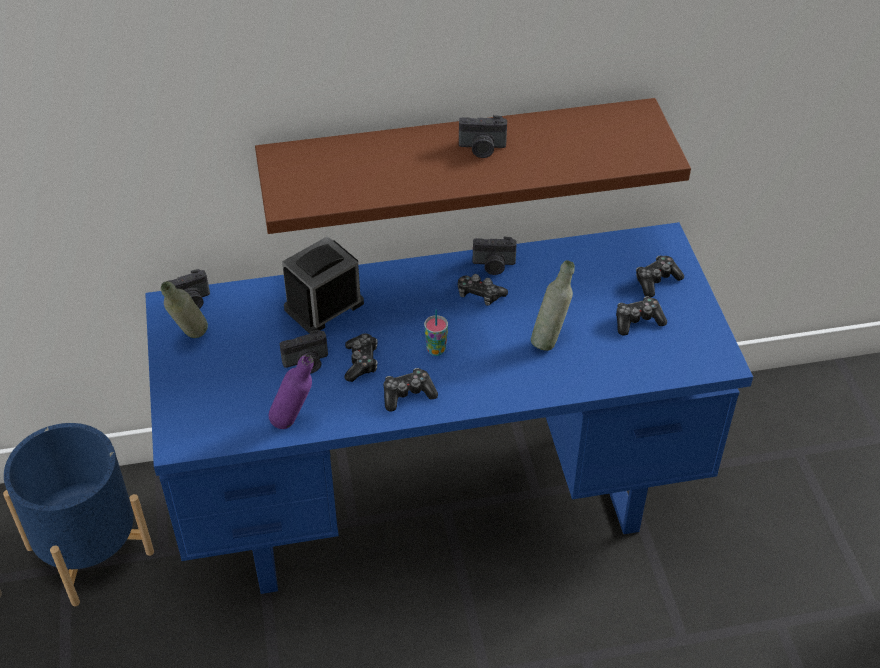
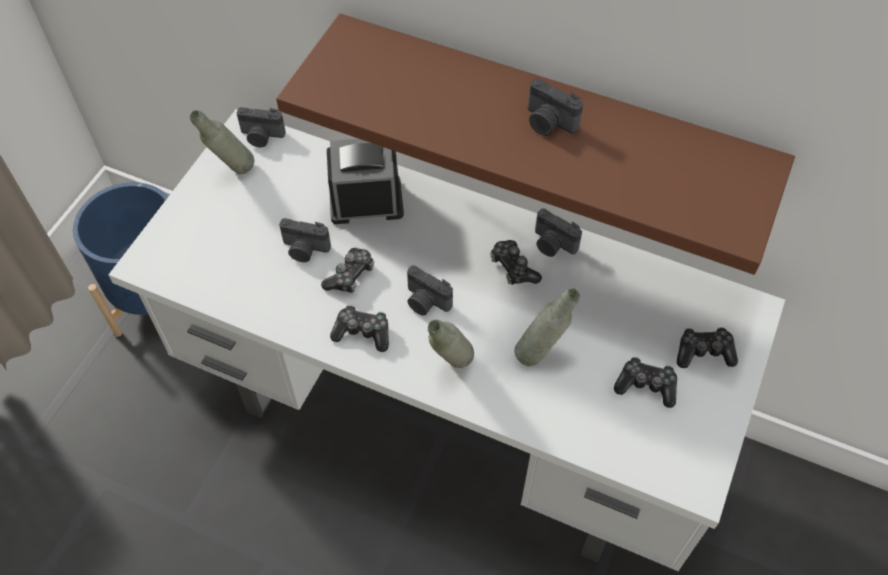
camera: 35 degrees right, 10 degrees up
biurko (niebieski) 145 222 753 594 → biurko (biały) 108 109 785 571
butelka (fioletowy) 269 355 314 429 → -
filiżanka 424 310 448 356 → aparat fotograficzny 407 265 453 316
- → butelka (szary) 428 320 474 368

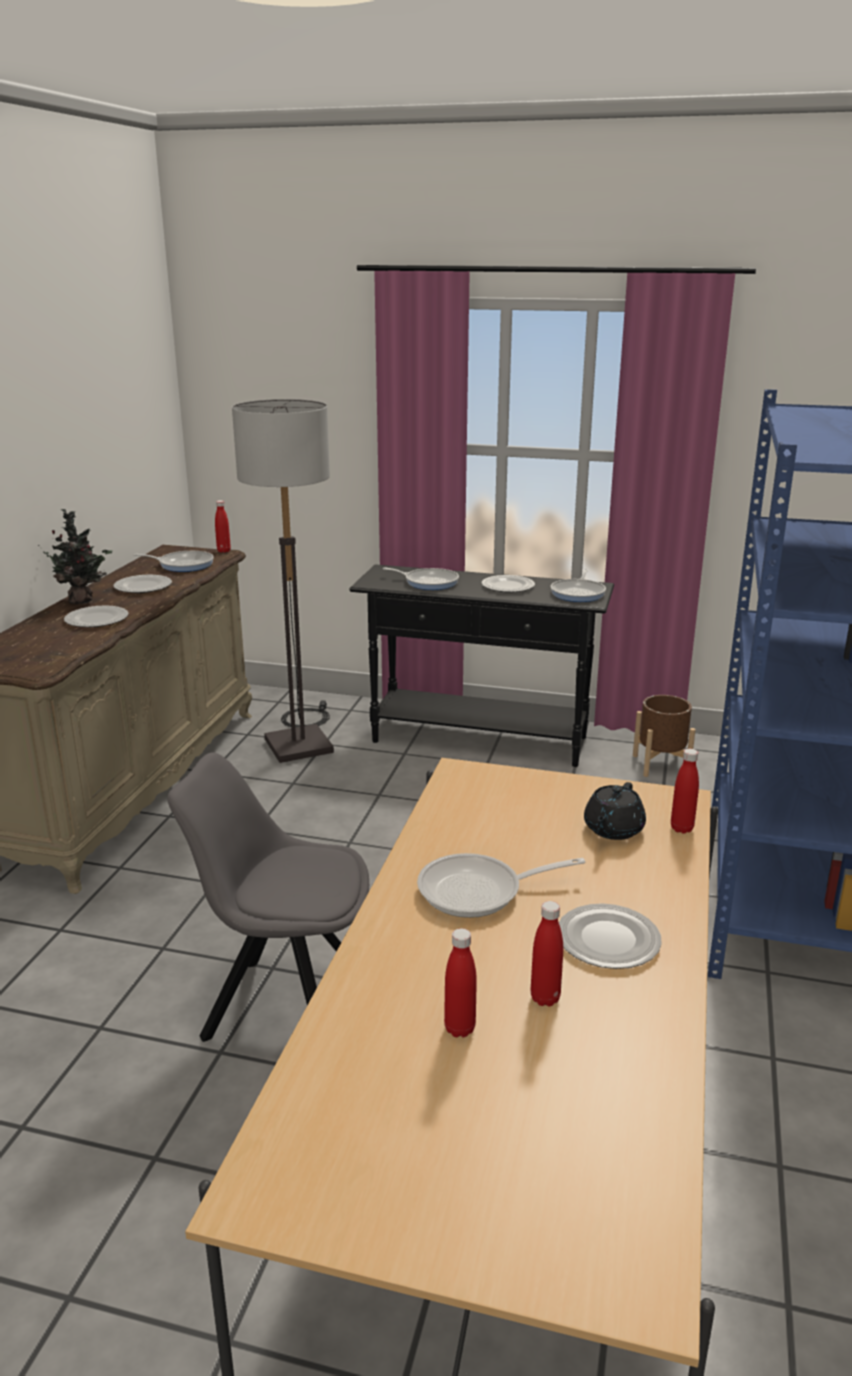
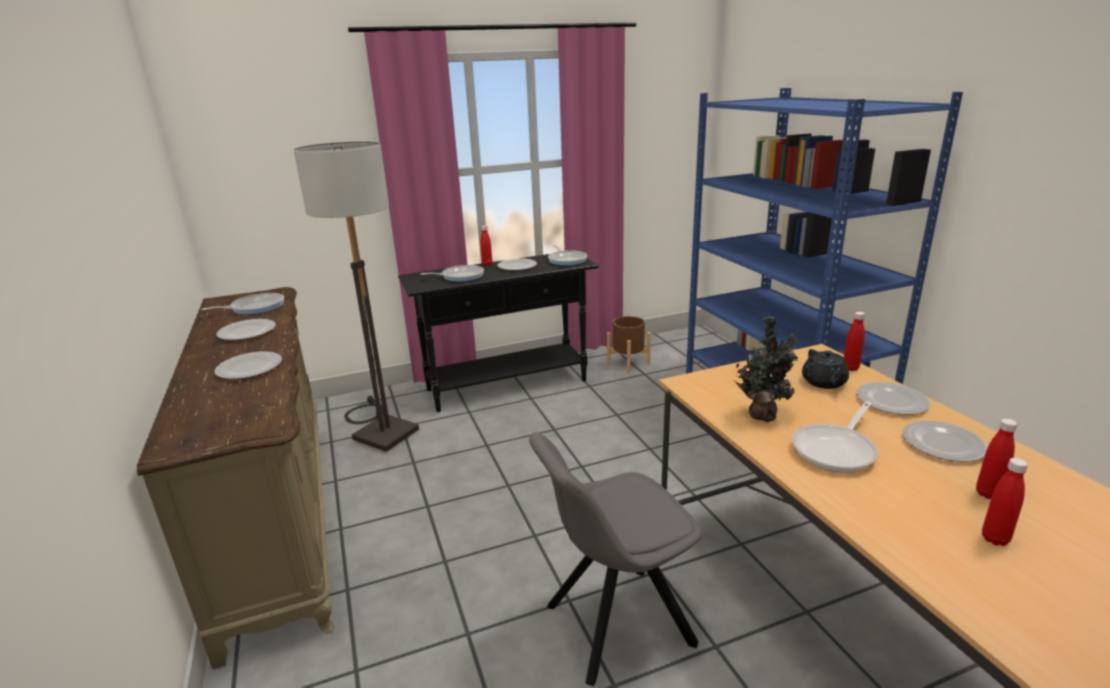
camera: 35 degrees left, 0 degrees up
roślina doniczkowa 38 509 112 604 → roślina doniczkowa 733 316 798 422, relocated
butelka (czerwony) 215 500 231 553 → butelka (czerwony) 481 226 492 266, relocated
- → talerz 856 382 930 415

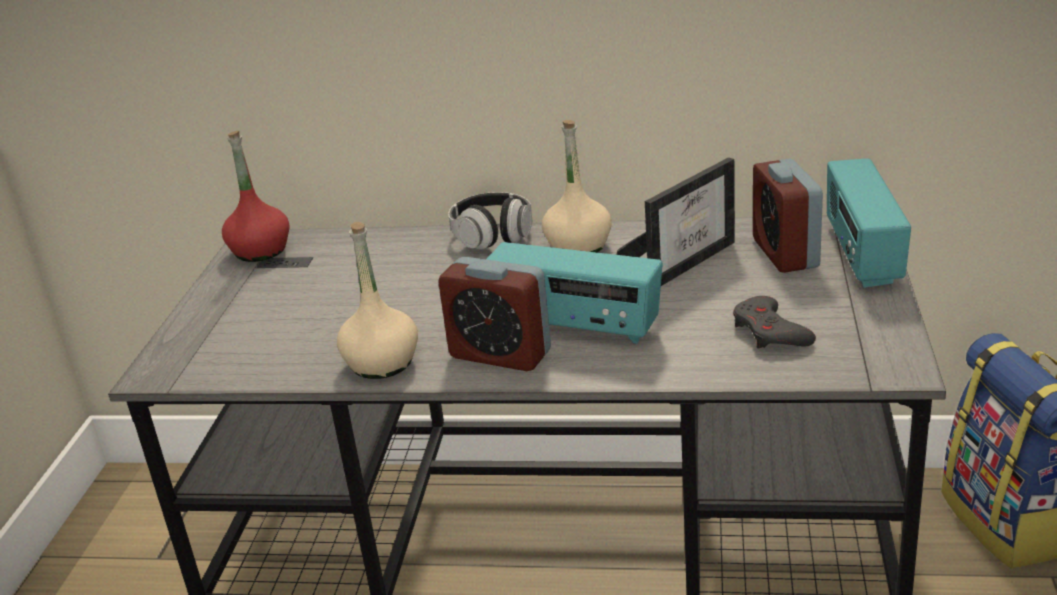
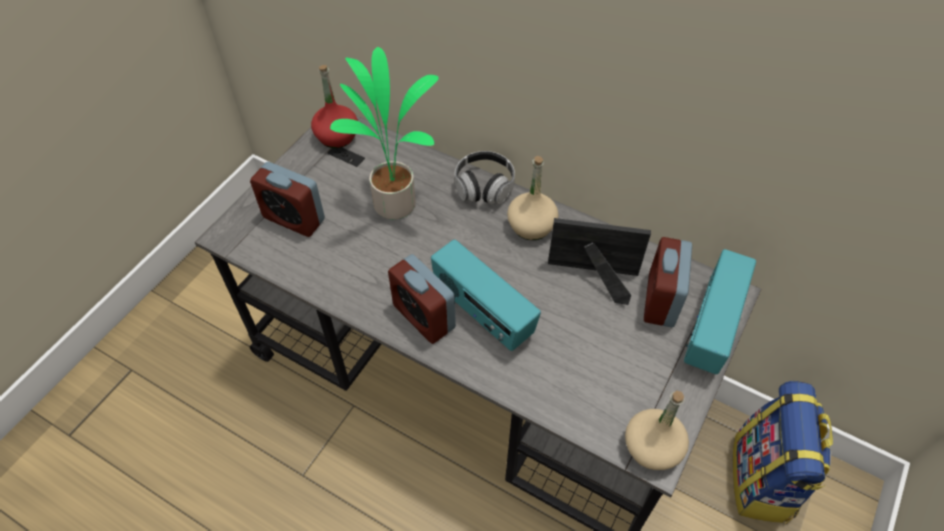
camera: 20 degrees right, 25 degrees up
butelka (beżowy) 337 222 418 379 → butelka (beżowy) 625 391 689 470, relocated
ramka na zdjęcie 617 157 735 286 → ramka na zdjęcie 548 218 651 305, 150 degrees counterclockwise
pad do gier (szary) 733 296 816 349 → -
- → budzik 250 162 325 237
- → roślina doniczkowa 330 47 439 220

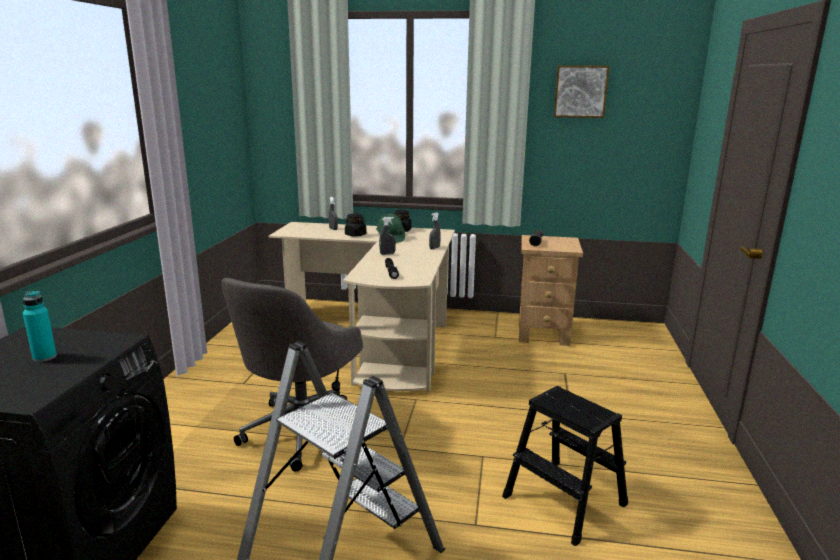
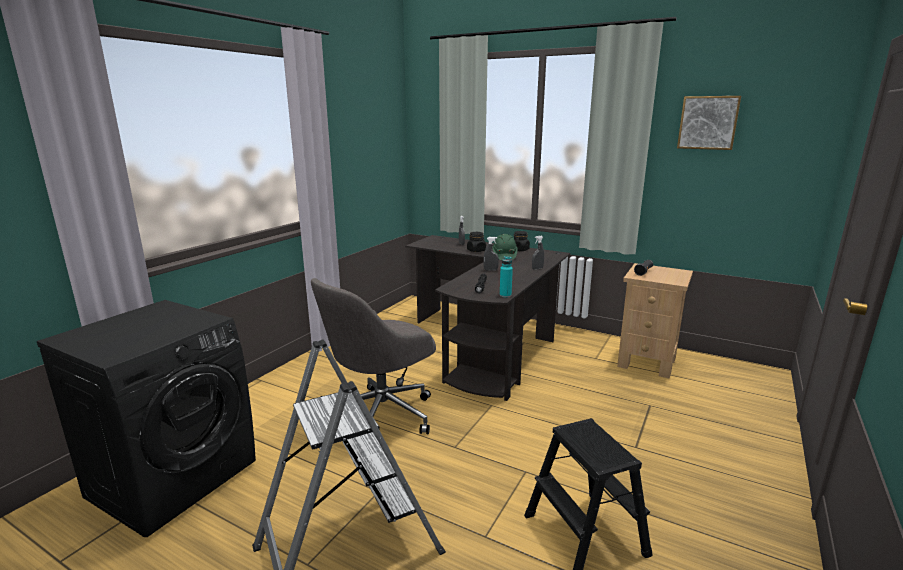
camera: 20 degrees right, 0 degrees up
butelka (turkusowy) 23 291 57 362 → butelka (turkusowy) 500 256 513 297, relocated
biurko (beżowy) 269 222 455 393 → biurko (czarny) 405 235 570 401

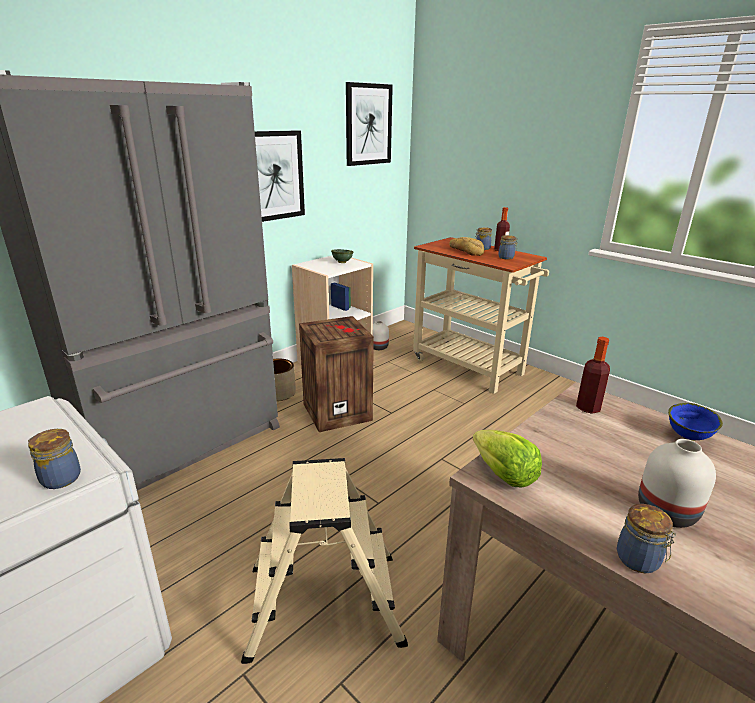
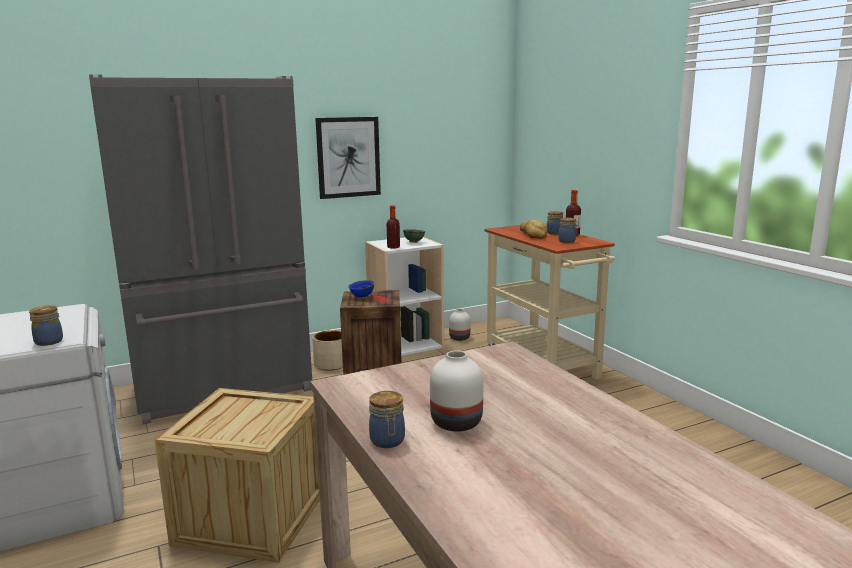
camera: 20 degrees right, 10 degrees down
drabinka (beżowy) 241 458 408 664 → skrzynka 154 388 320 563
obraz 346 82 393 166 → -
sałata 473 430 542 487 → -
butelka 576 337 610 414 → butelka 387 205 400 249, relocated
miska (niebieski) 668 403 723 441 → miska (niebieski) 348 280 374 299, relocated

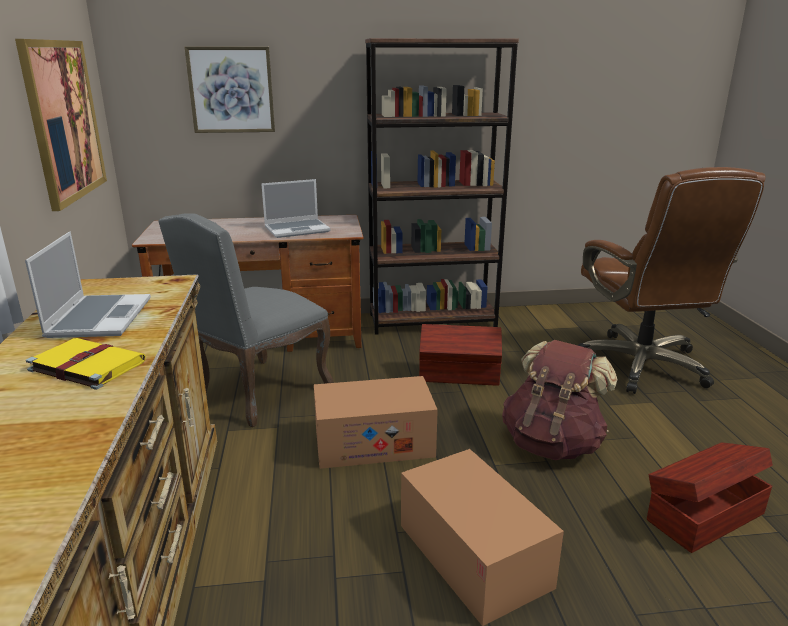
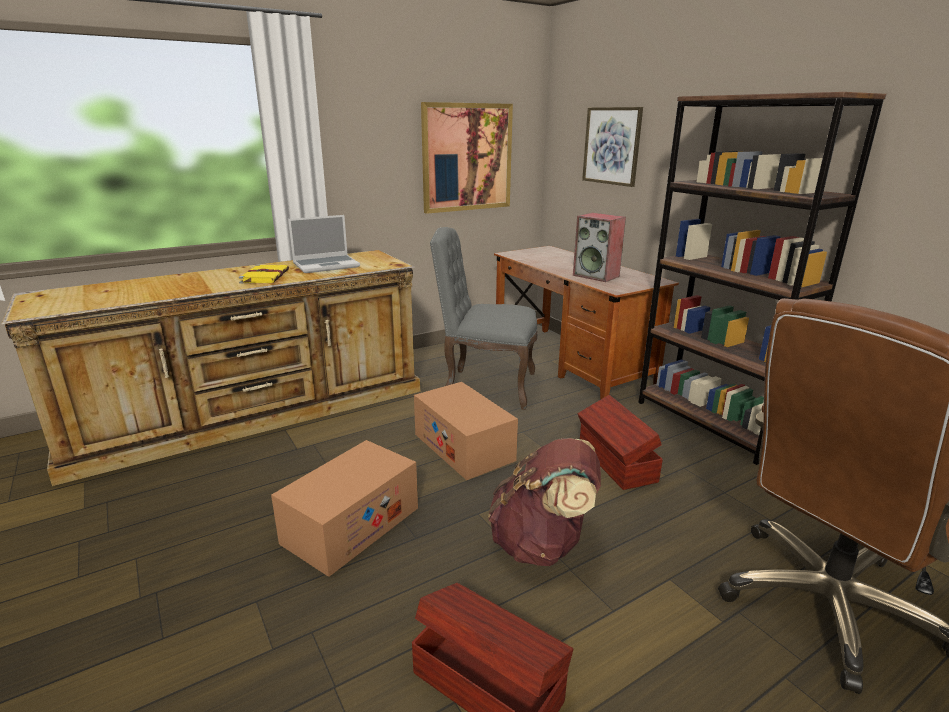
camera: 65 degrees right, 0 degrees up
laptop 261 179 330 238 → głośnik 573 213 626 282

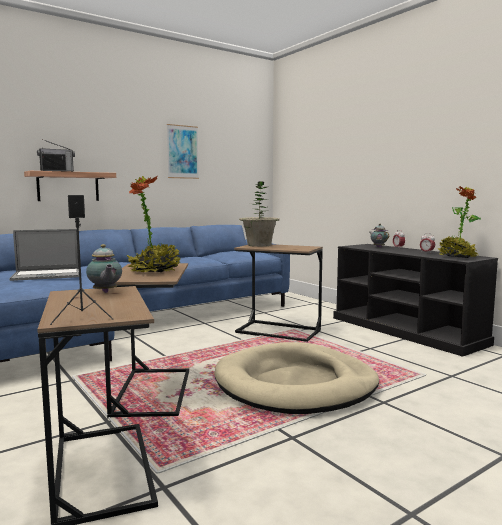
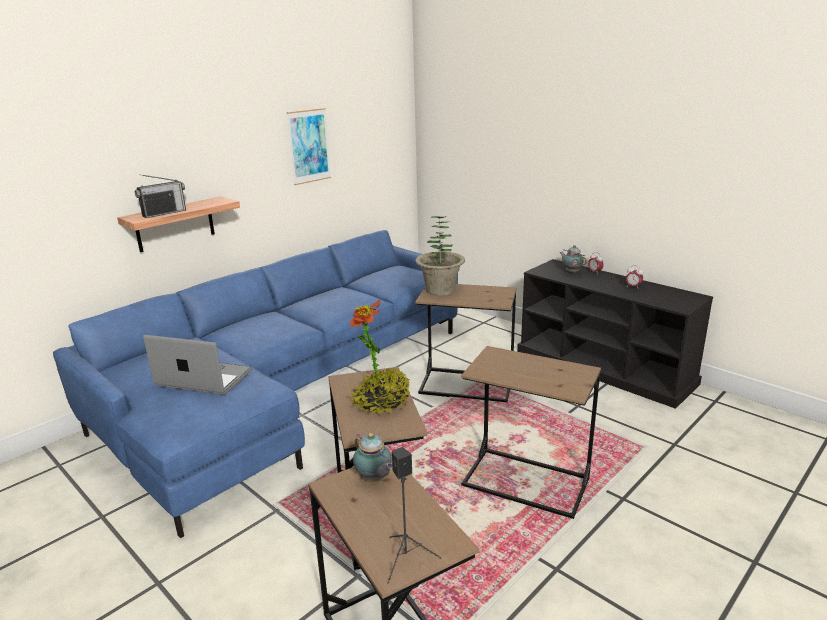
camera: 10 degrees left, 15 degrees up
laptop 9 229 79 281 → laptop 143 335 252 395, 135 degrees counterclockwise
legowisko (beżowy) 214 342 379 414 → stolik (brązowy) 461 346 601 519
roślina doniczkowa 437 186 481 258 → -

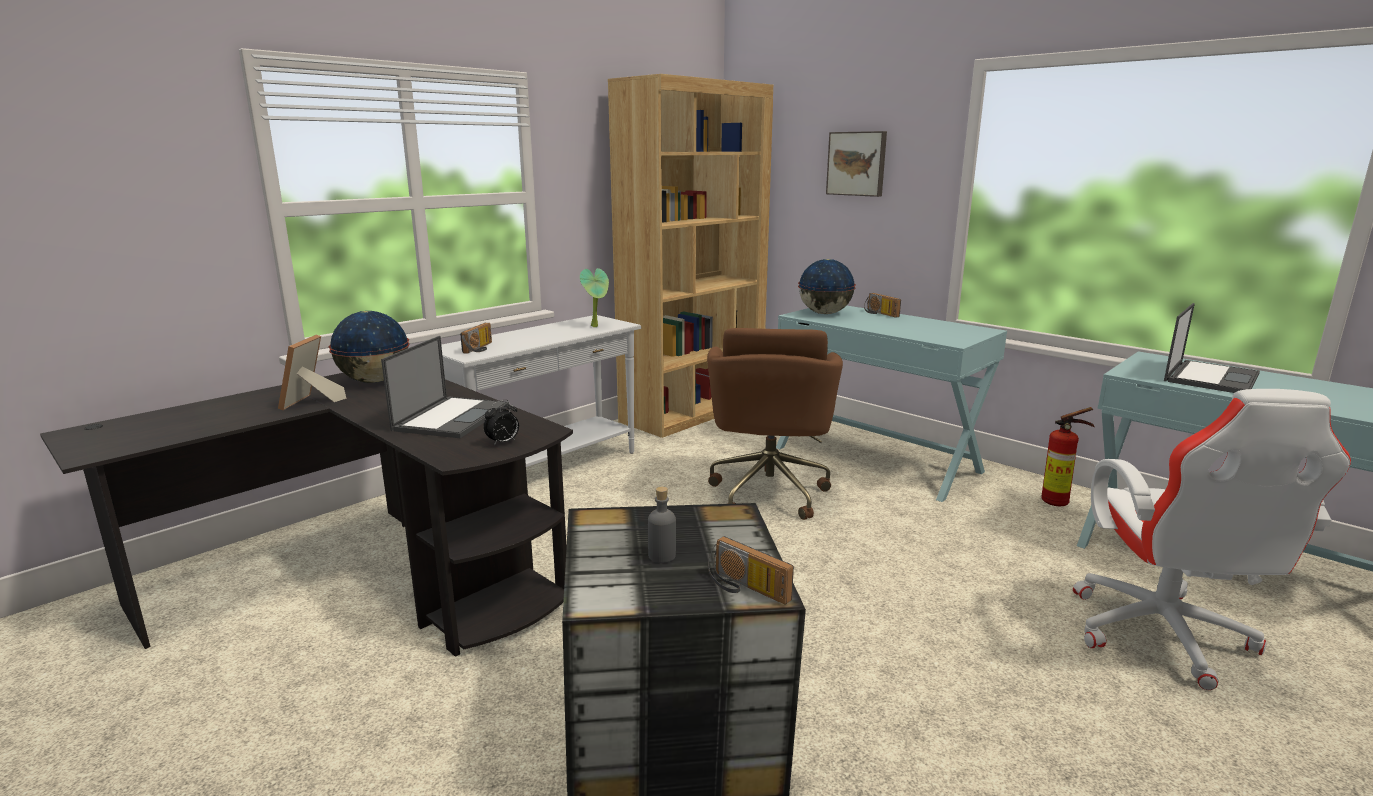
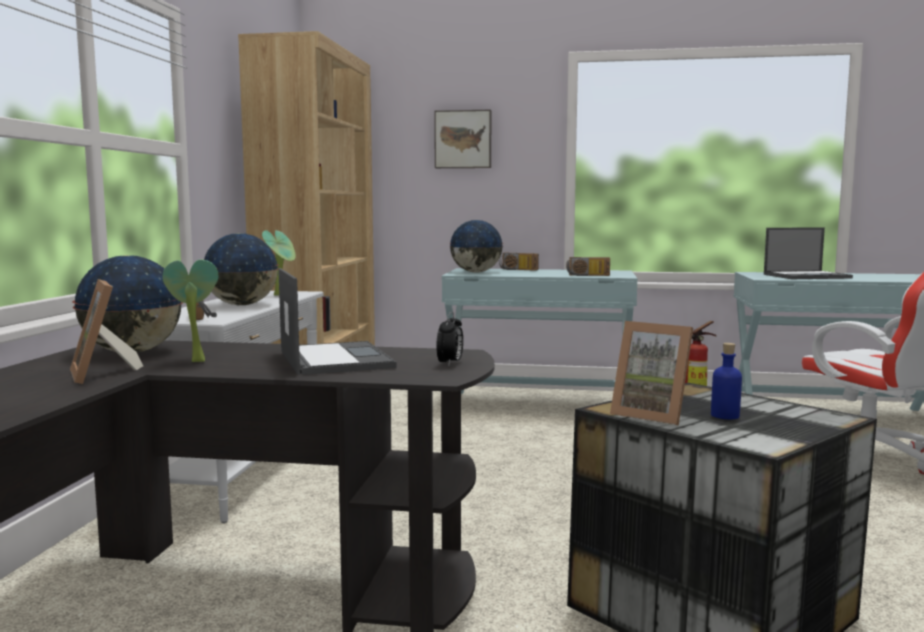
camera: 35 degrees left, 10 degrees down
butelka (szary) 648 487 676 563 → butelka (niebieski) 711 343 742 419
krzesło biurowe (brązowy) 707 328 843 520 → -
radio 708 536 794 605 → radio 566 257 610 276, relocated
laptop 1164 303 1260 393 → laptop 764 227 853 279, 75 degrees clockwise
- → roślina doniczkowa 162 259 219 362
- → globus 204 233 279 305
- → ramka na zdjęcie 610 321 693 426

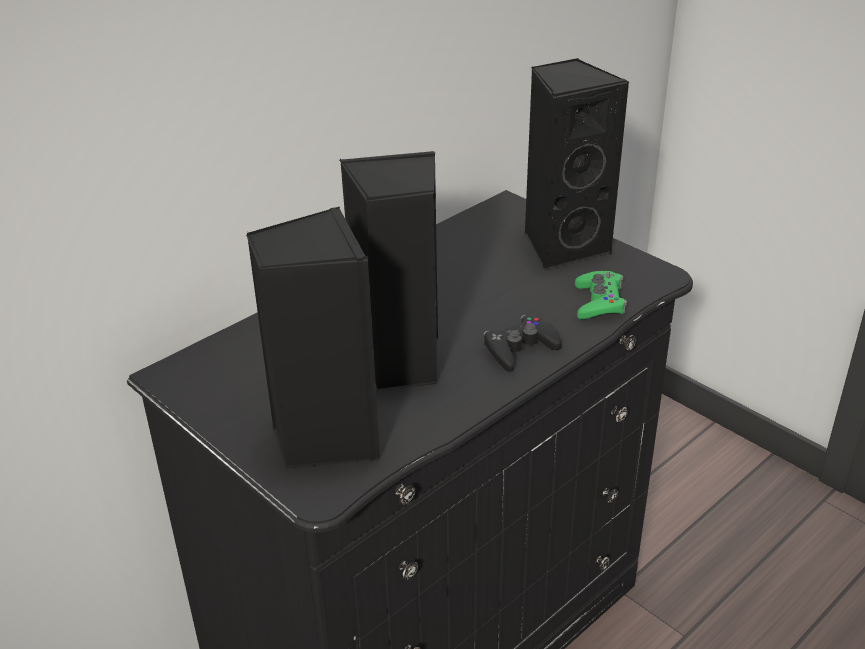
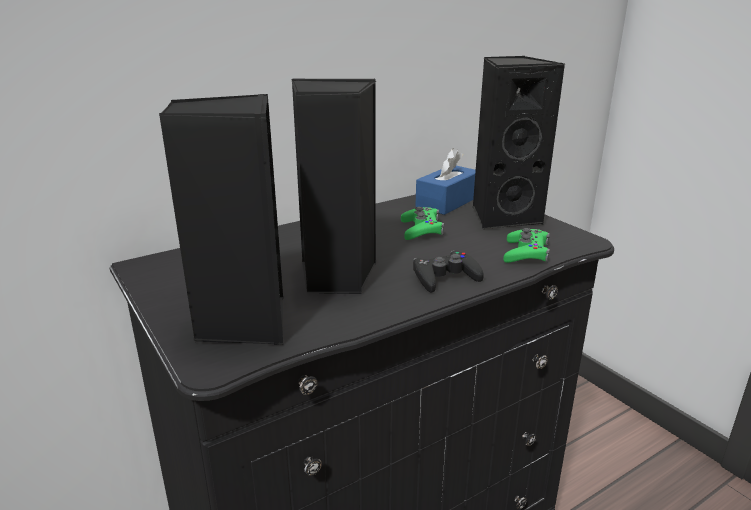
camera: 10 degrees right, 10 degrees down
- → pad do gier (zielony) 401 207 444 240
- → pudełko chusteczek (niebieski) 415 148 476 215

